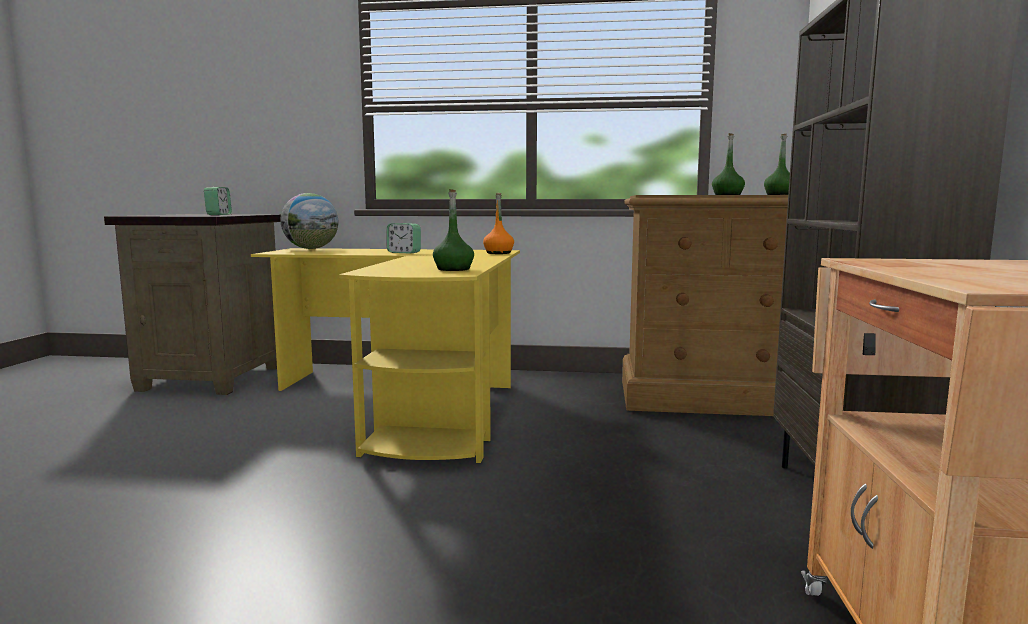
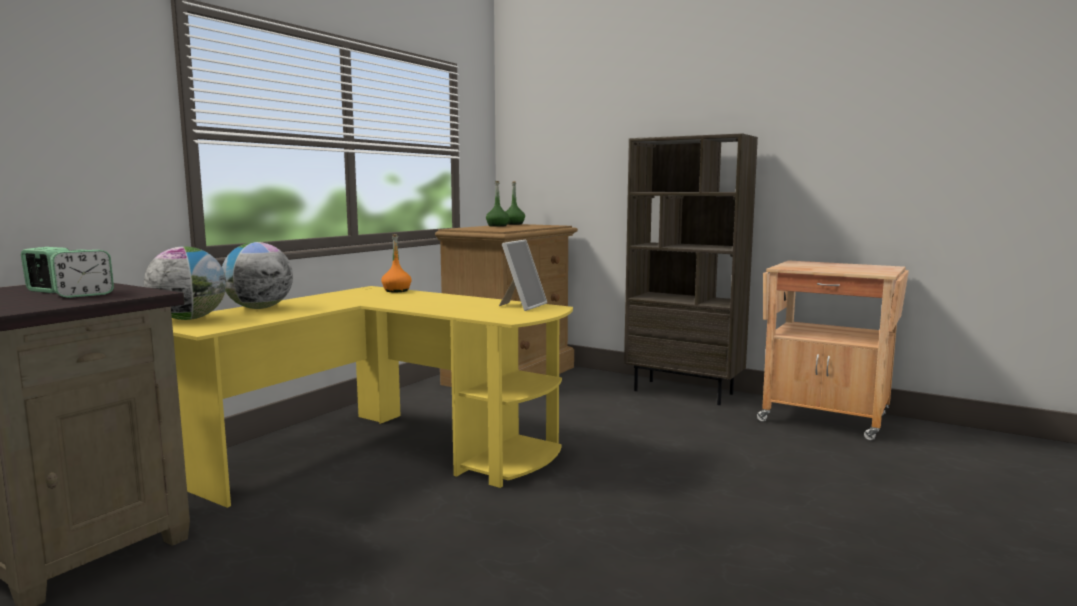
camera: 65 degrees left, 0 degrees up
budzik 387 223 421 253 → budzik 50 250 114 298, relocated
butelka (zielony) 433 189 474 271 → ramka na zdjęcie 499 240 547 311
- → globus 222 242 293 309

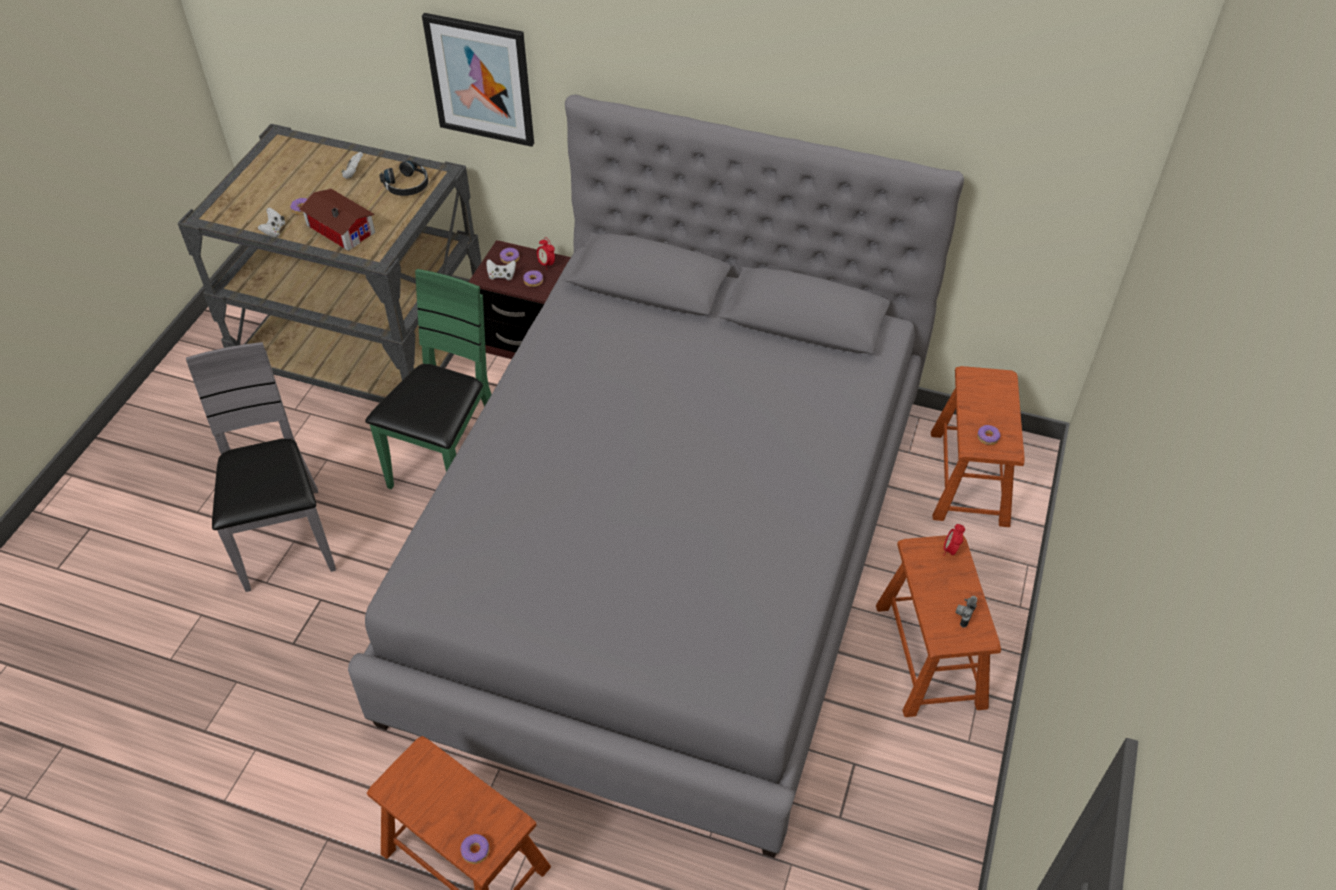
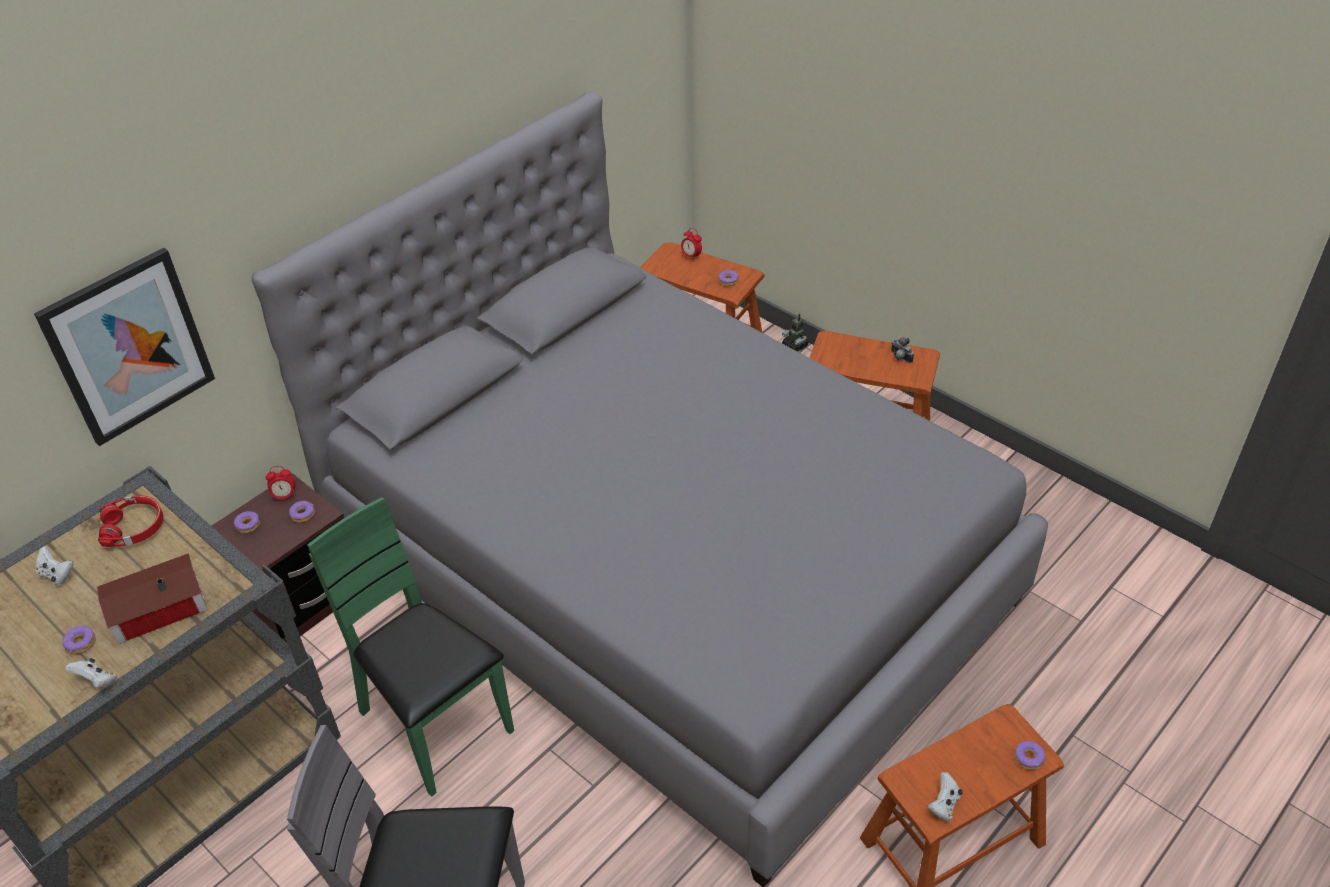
camera: 65 degrees left, 5 degrees down
słuchawki (czarny) 380 160 428 196 → słuchawki (czerwony) 98 495 163 547
pad do gier (biały) 486 259 516 280 → pad do gier (biały) 928 772 963 821, relocated
budzik 943 524 965 556 → budzik 681 228 702 260, relocated
- → robot zabawkowy 782 313 809 352

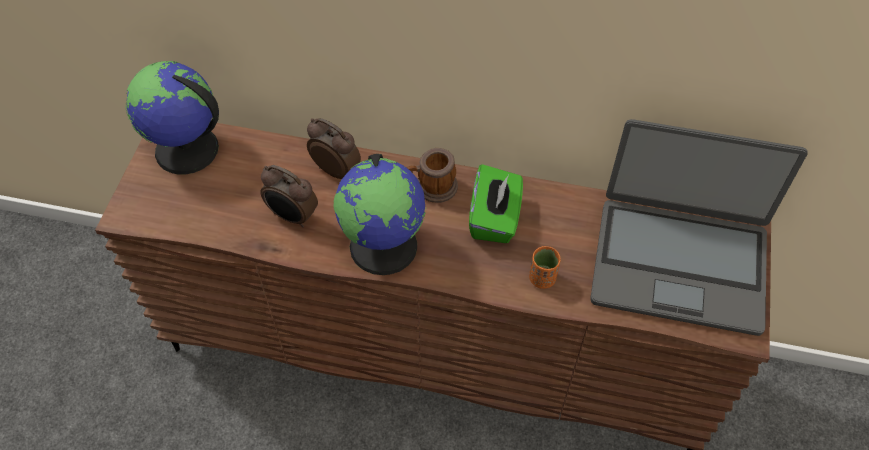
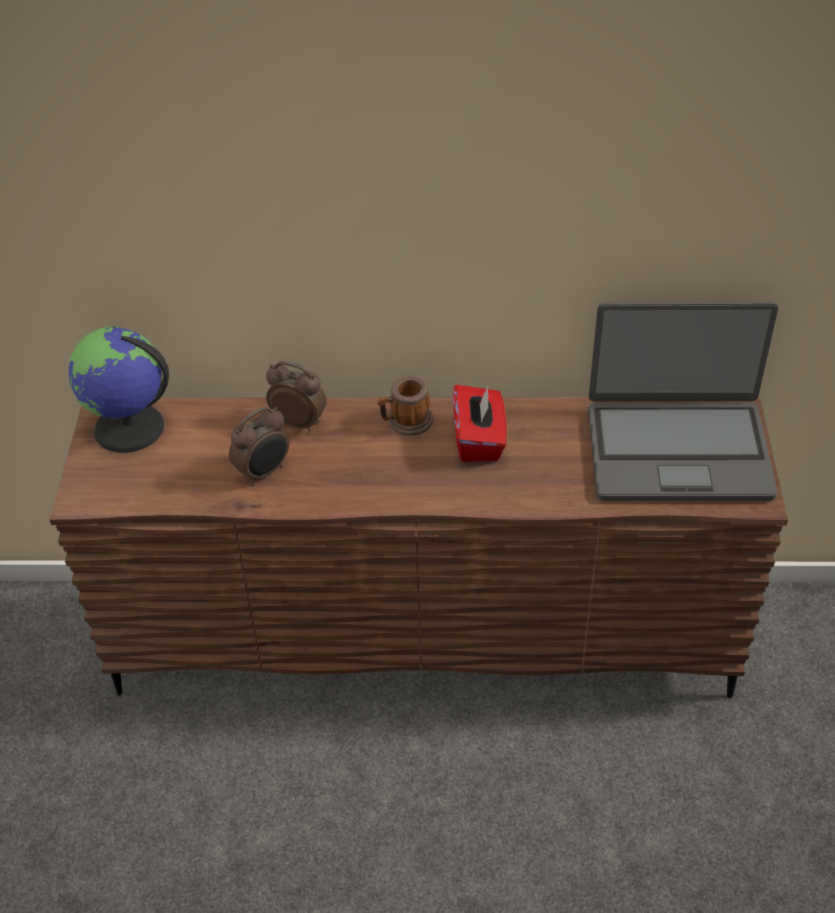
camera: 10 degrees left, 10 degrees down
budzik 260 165 318 228 → budzik 229 407 289 485, 60 degrees counterclockwise
globus 334 154 426 275 → -
pudełko chusteczek (zielony) 469 164 523 243 → pudełko chusteczek (czerwony) 453 385 507 462
filiżanka (pomarańczowy) 529 246 561 289 → -

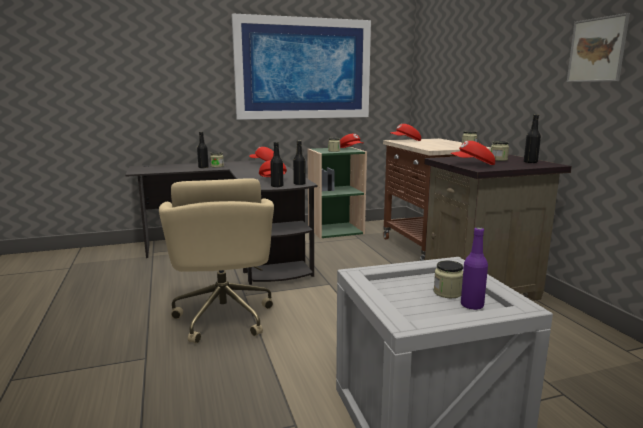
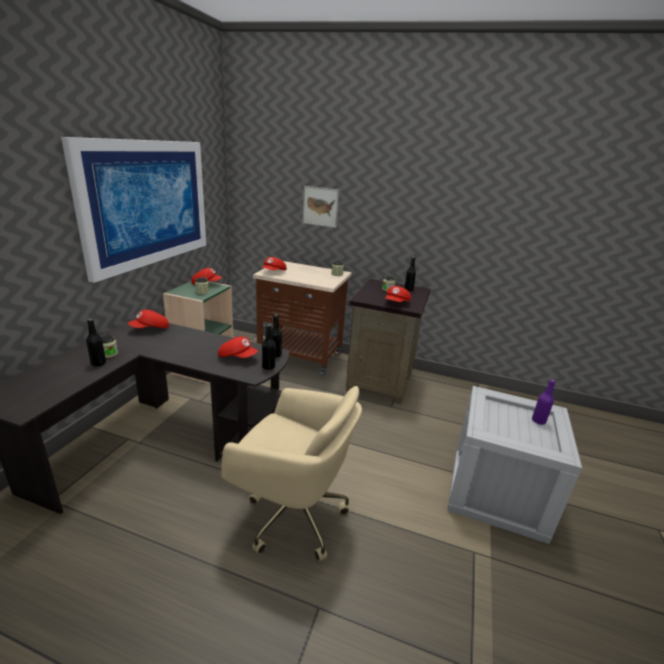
camera: 55 degrees left, 10 degrees up
słoik 434 260 463 298 → -
obraz 567 13 630 82 → obraz 302 186 339 228, relocated

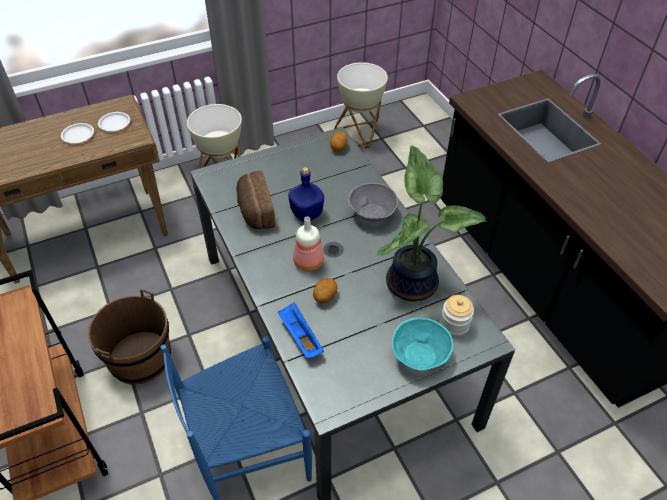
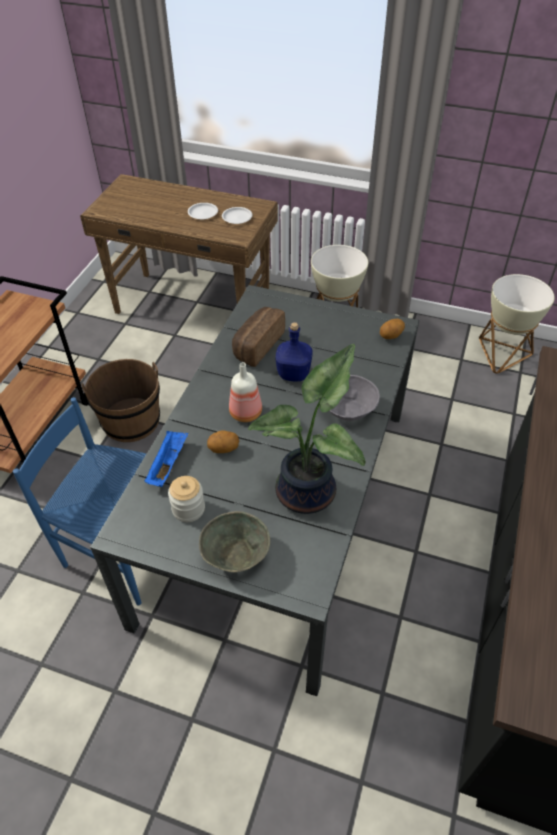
camera: 45 degrees right, 0 degrees up
miska (turkusowy) 392 318 453 370 → miska (szary) 199 511 270 573
słoik 440 295 474 337 → słoik 168 476 205 522, relocated

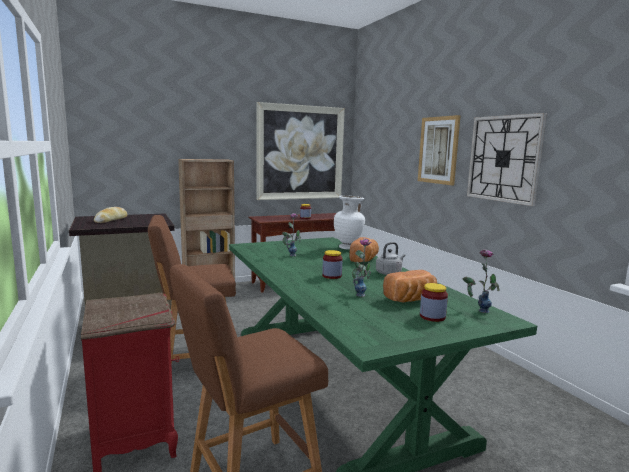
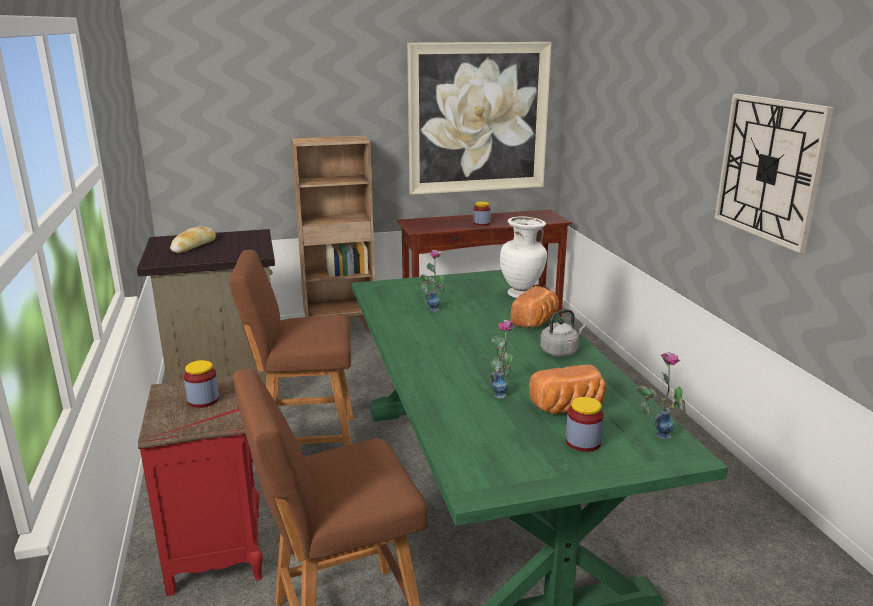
camera: 10 degrees right, 10 degrees up
słoik 322 250 342 279 → słoik 184 360 219 408, relocated
obraz 418 115 461 186 → -

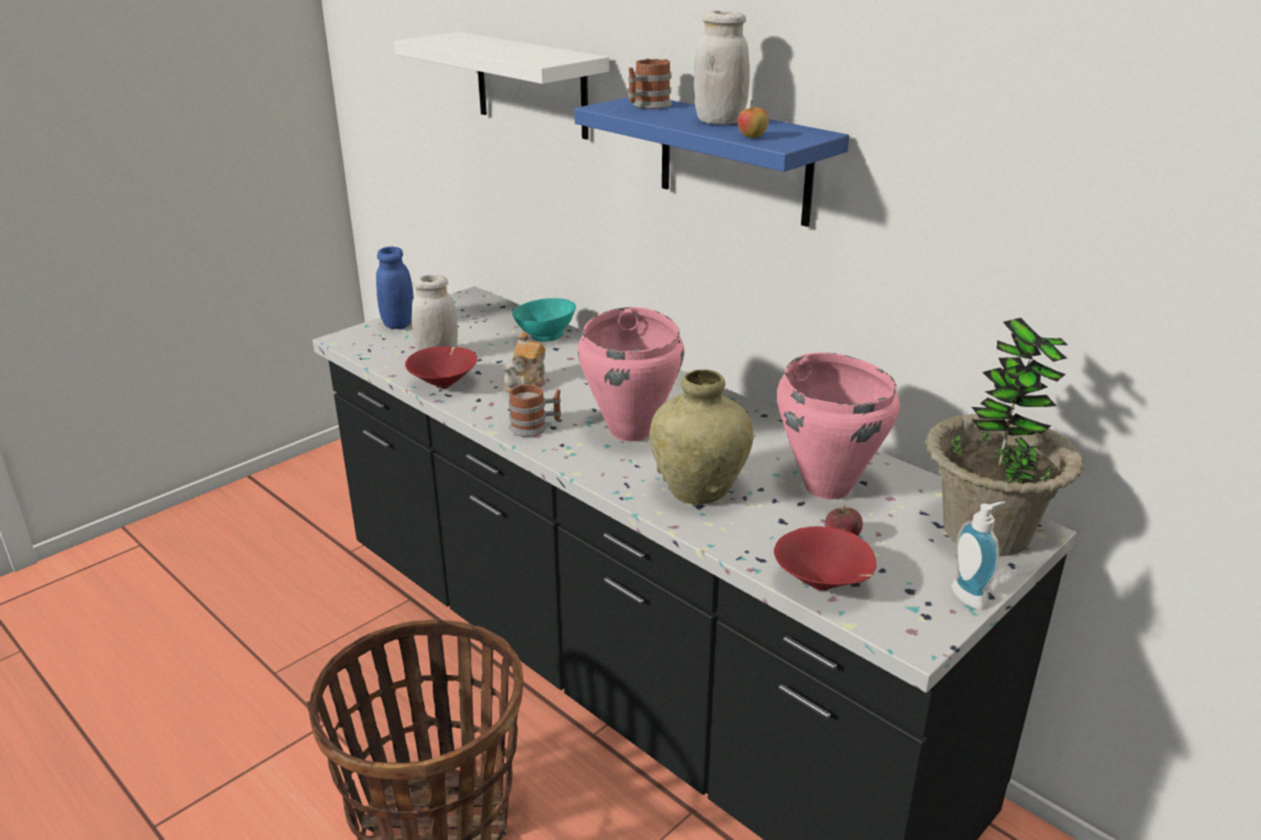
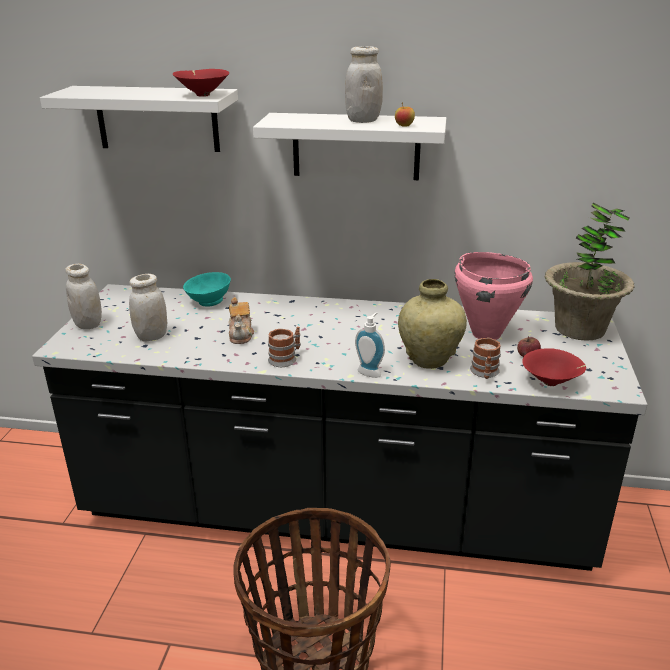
camera: 35 degrees left, 0 degrees up
słoik (niebieski) 376 247 414 329 → słoik (biały) 65 264 102 329
miska (czerwony) 405 346 477 389 → miska (czerwony) 173 69 229 97, relocated
półka (niebieski) 574 97 849 227 → półka (biały) 253 113 446 180
garnek (różowy) 578 307 684 441 → -
kubek 628 59 672 109 → kubek 470 337 501 379, relocated
dozownik mydła 951 501 1006 610 → dozownik mydła 355 312 385 378, relocated

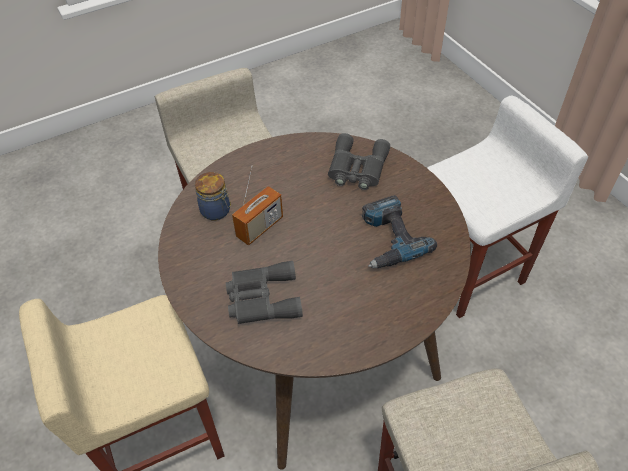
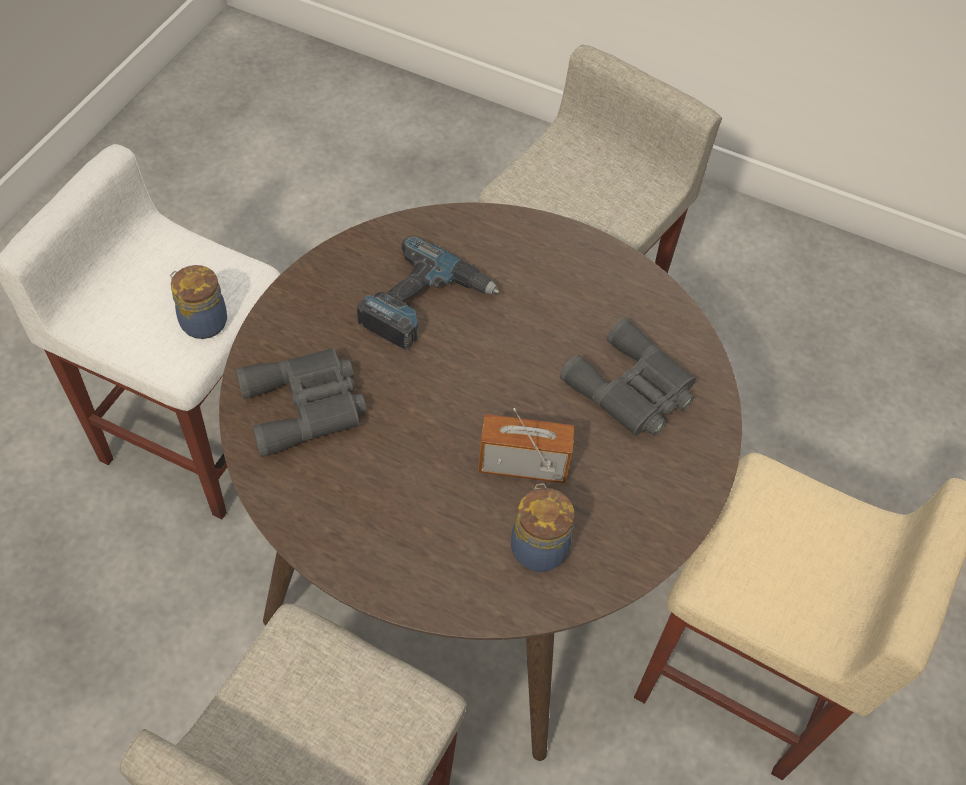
camera: 130 degrees left, 5 degrees up
- → słoik 170 265 227 339

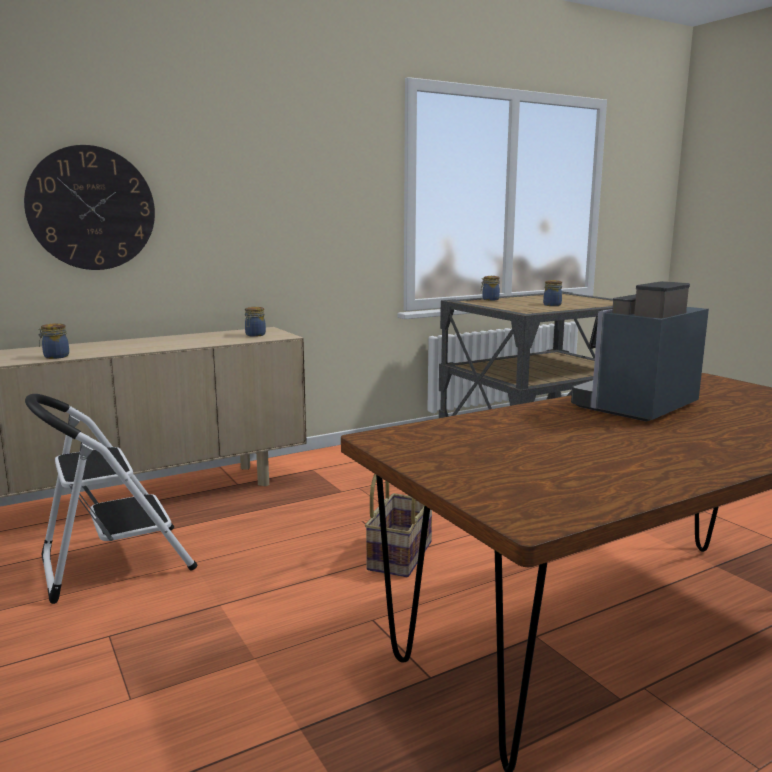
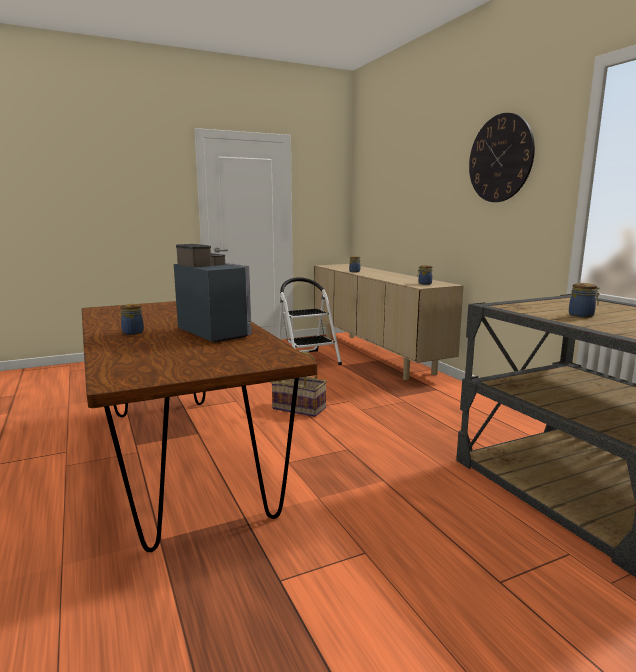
camera: 95 degrees right, 0 degrees up
zegar ścienny 24 145 155 270 → zegar ścienny 469 113 535 202, relocated
słoik 481 276 500 300 → słoik 120 304 144 335, relocated

